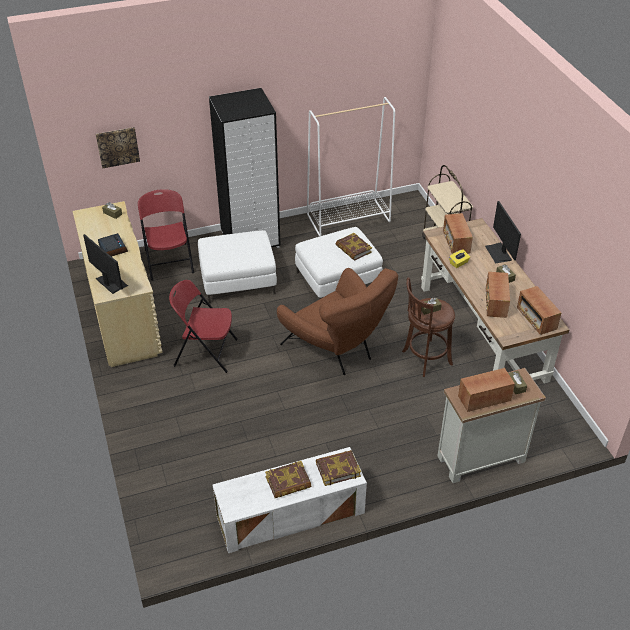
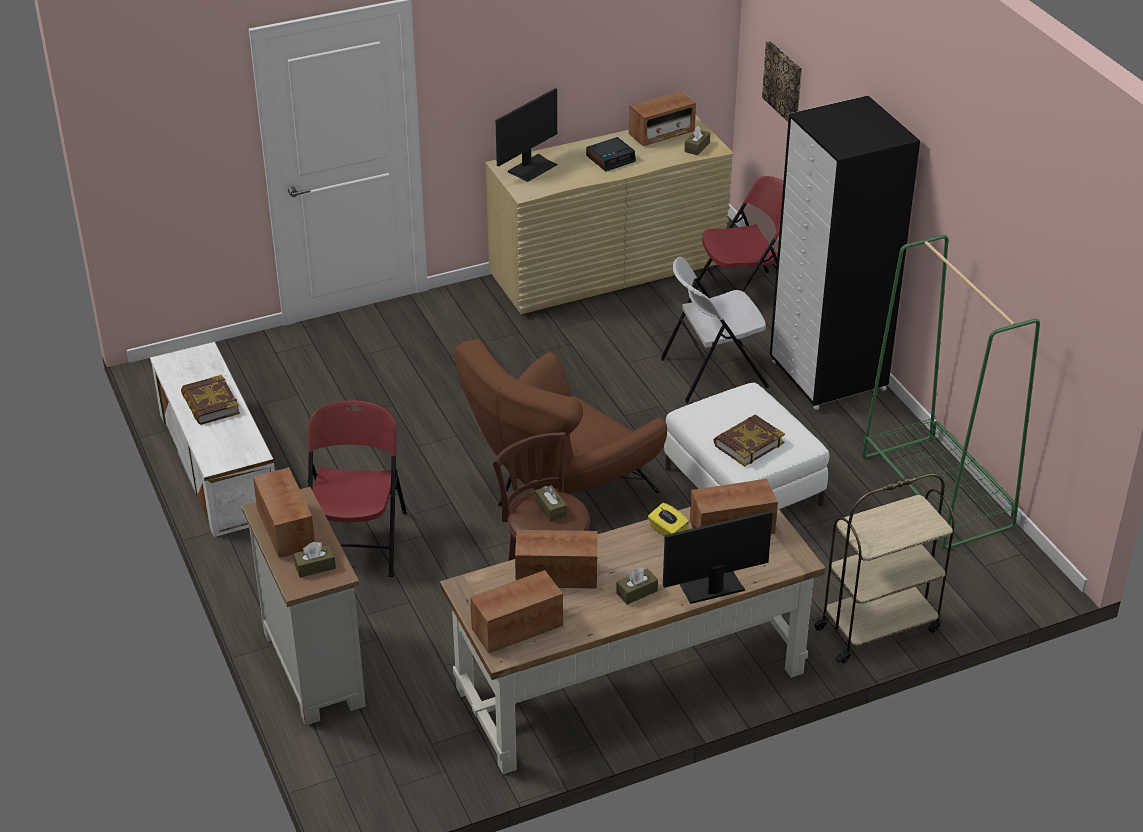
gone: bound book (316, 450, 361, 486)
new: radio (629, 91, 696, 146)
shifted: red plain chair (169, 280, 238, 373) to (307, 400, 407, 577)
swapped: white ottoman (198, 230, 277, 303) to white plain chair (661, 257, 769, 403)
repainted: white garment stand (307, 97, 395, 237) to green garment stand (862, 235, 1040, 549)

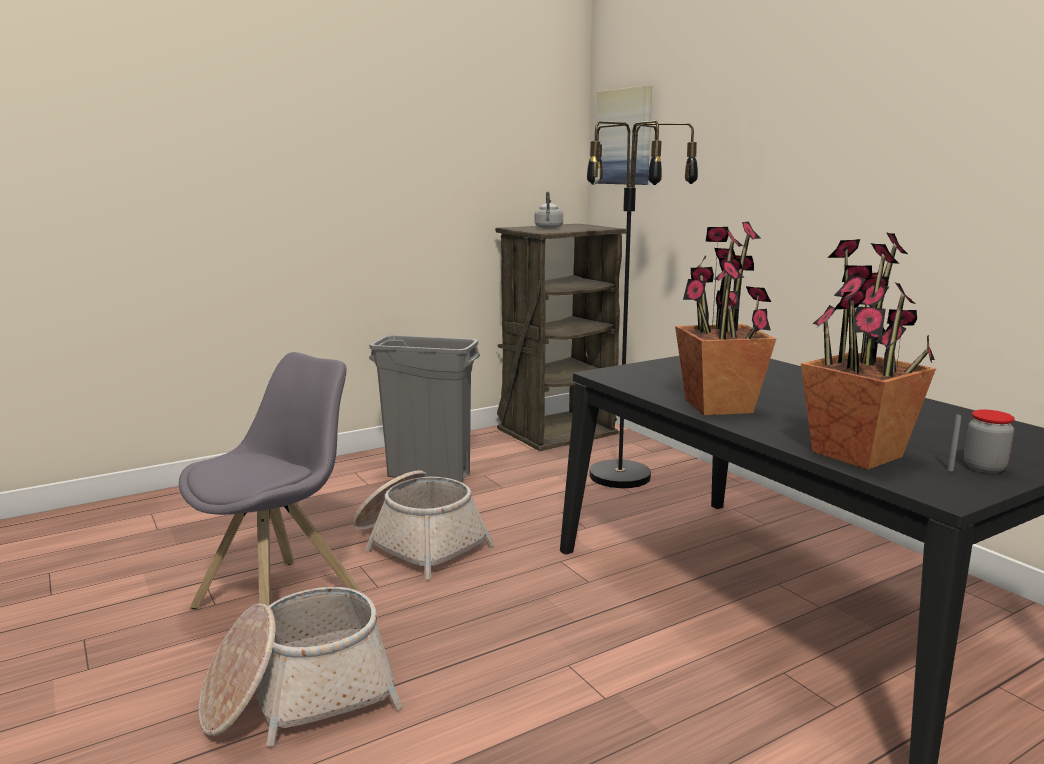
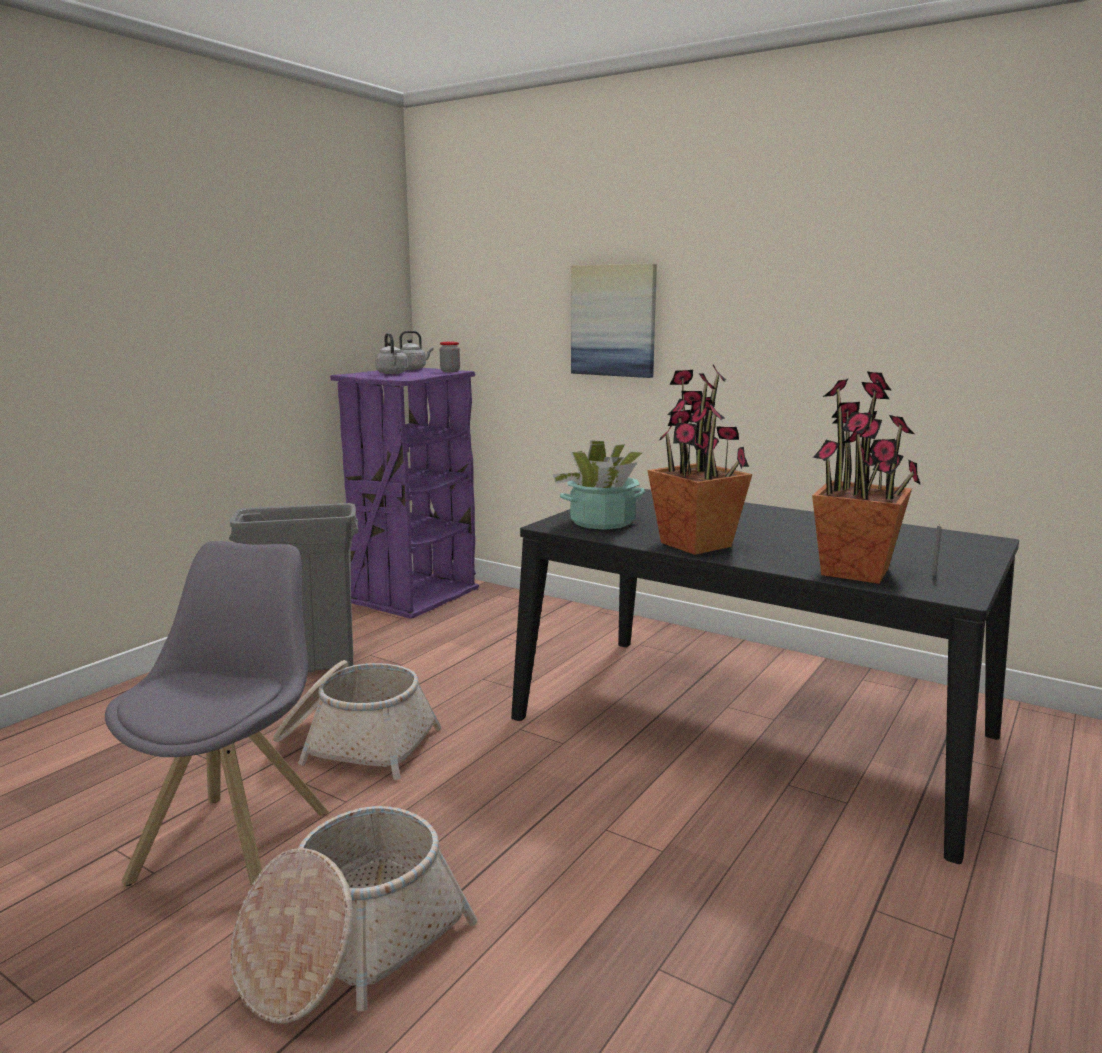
gone: floor lamp (587, 121, 698, 488)
new: greyish kettle (399, 331, 433, 370); houseplant (552, 440, 645, 530)
shifted: picture (595, 85, 652, 185) to (571, 264, 657, 378); storage jar (964, 410, 1015, 473) to (440, 342, 460, 372)
repainted: brownish shelving unit (495, 224, 626, 451) to purple-coloured shelving unit (330, 368, 479, 619)

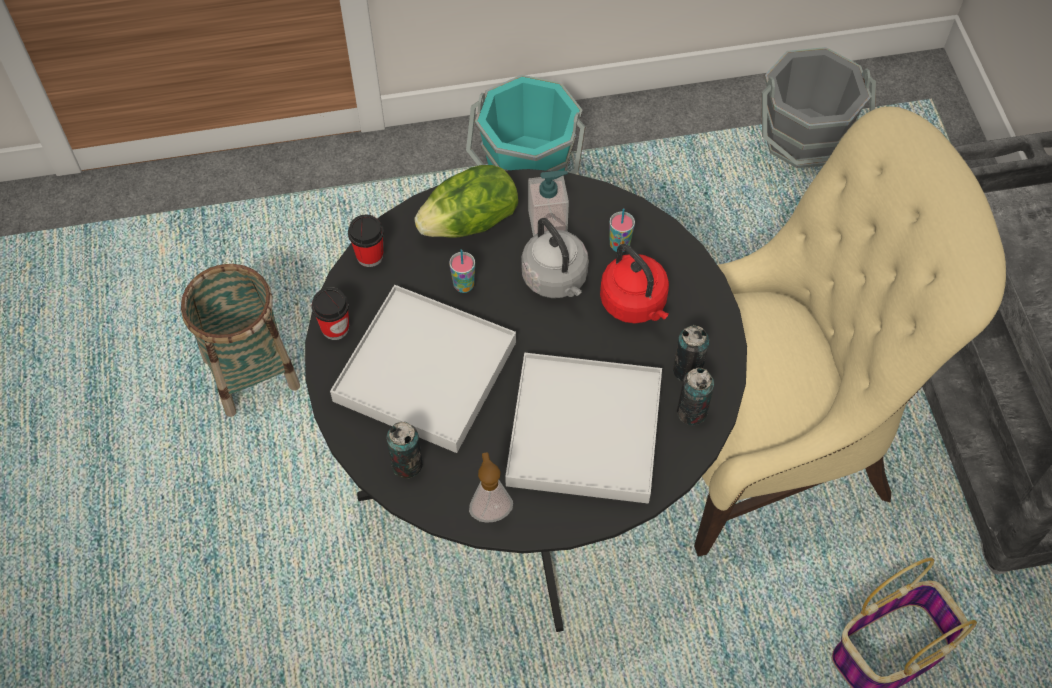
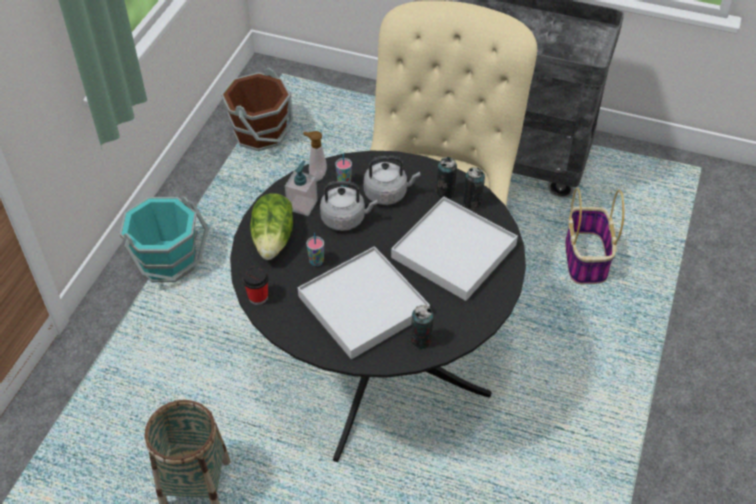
gone: cup (312, 287, 349, 340)
shifted: soap bottle (469, 453, 513, 523) to (303, 131, 327, 181)
repainted: greyish bucket (762, 47, 876, 168) to brownish bucket (221, 68, 293, 151); red kettle (600, 244, 669, 323) to greyish kettle (364, 156, 420, 205)

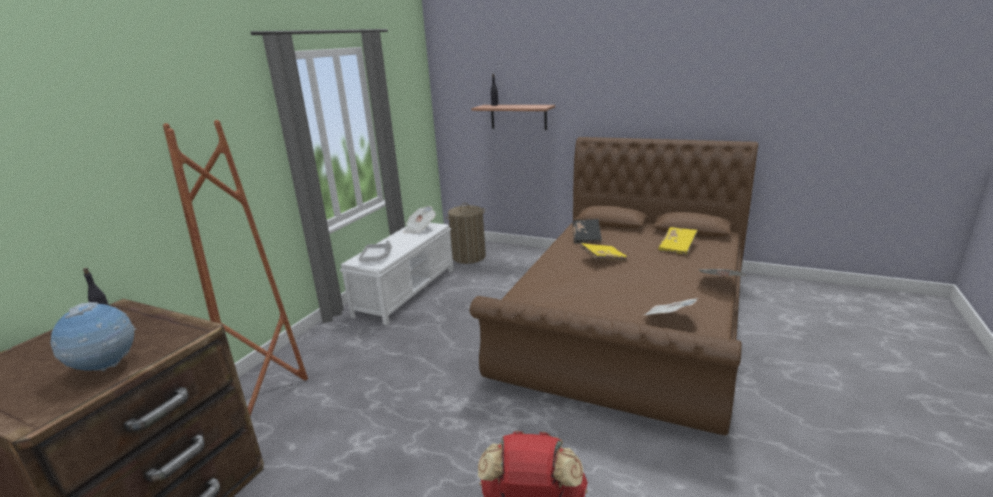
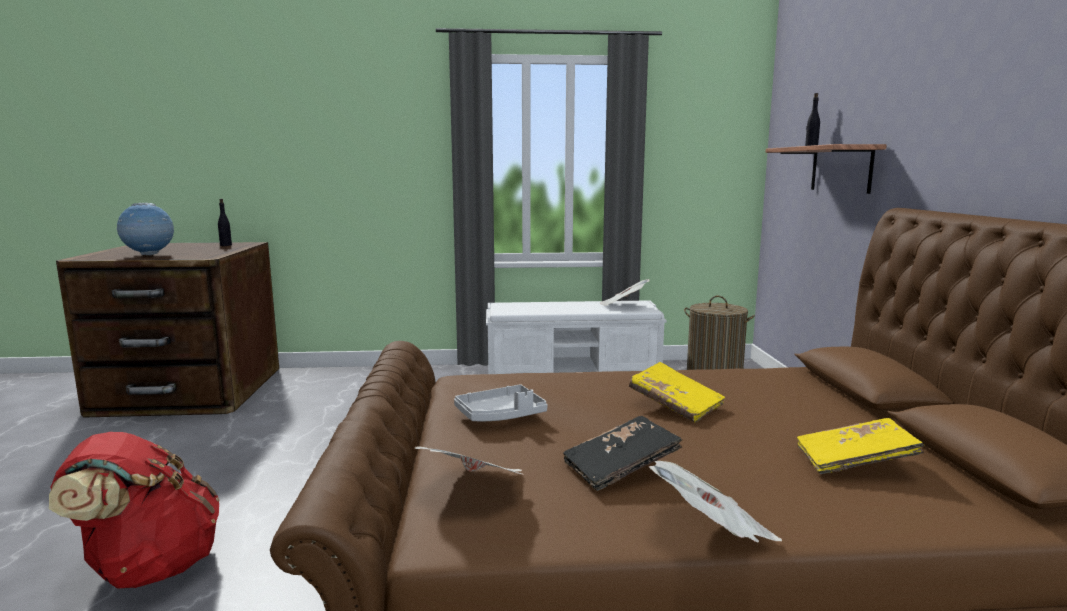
gone: brownish garment stand (163, 120, 308, 416)
shifted: black bound book (572, 219, 602, 244) to (563, 416, 682, 491); greyish serving tray (358, 240, 392, 262) to (454, 384, 548, 421)

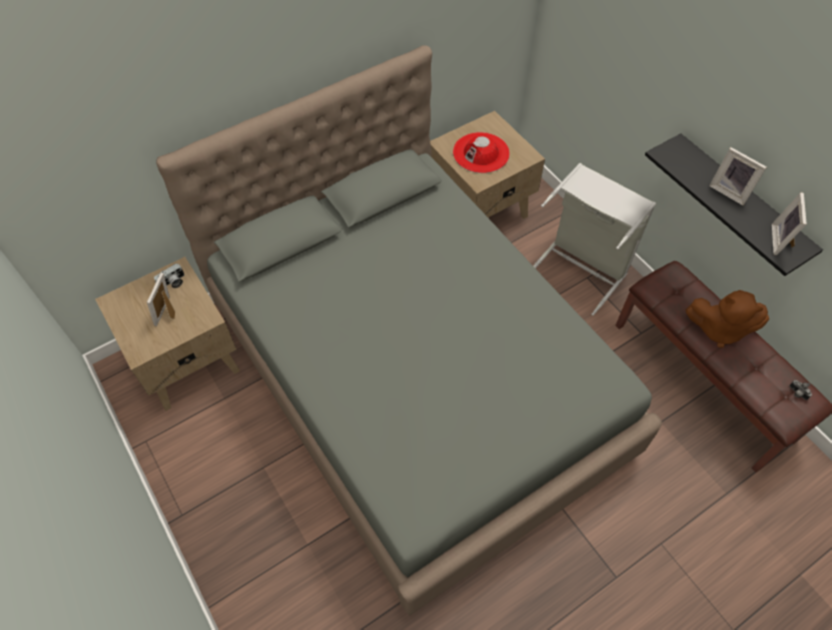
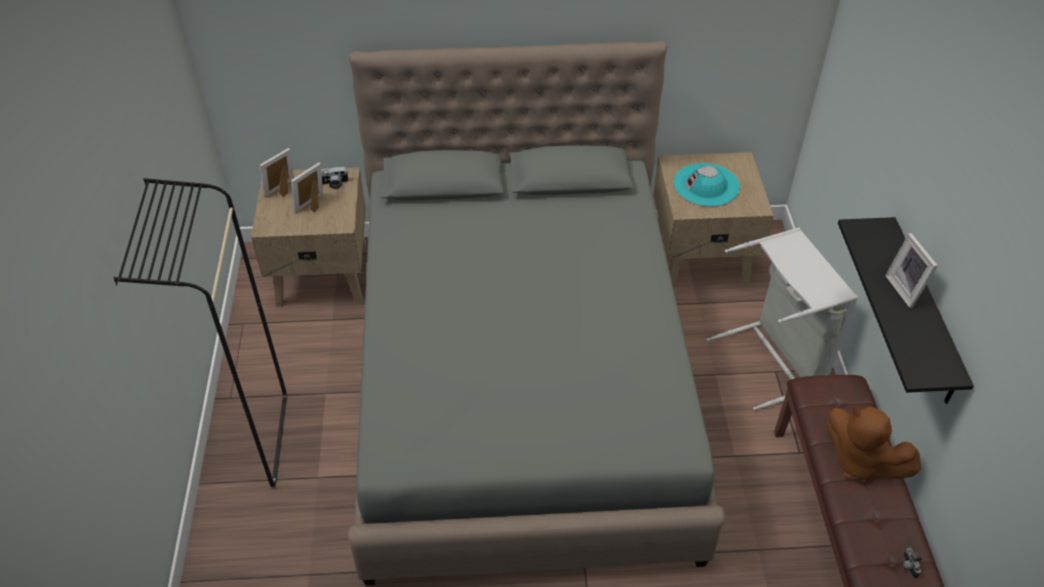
new: black garment stand (114, 178, 287, 487)
shifted: photo frame (772, 192, 807, 255) to (260, 148, 294, 197)
repainted: red hat (453, 132, 510, 173) to turquoise-coloured hat (674, 163, 740, 207)

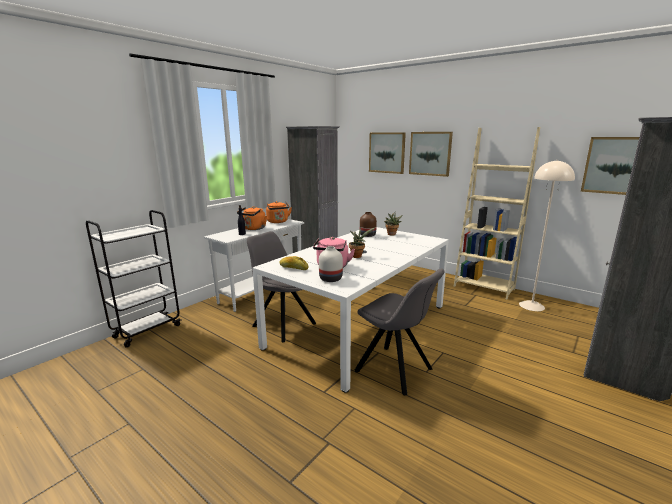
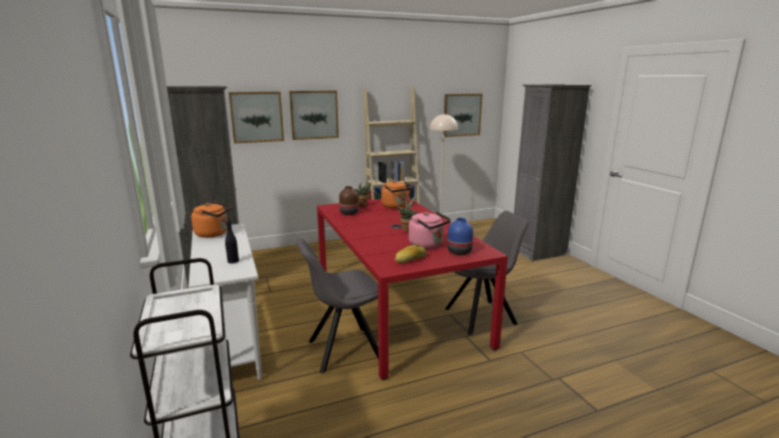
shifted: orange-coloured kettle (237, 206, 267, 230) to (381, 181, 413, 208)
repainted: white kitchen table (252, 227, 449, 393) to red kitchen table (317, 198, 508, 380); white decorative vase (319, 246, 343, 282) to blue-coloured decorative vase (447, 218, 473, 255)

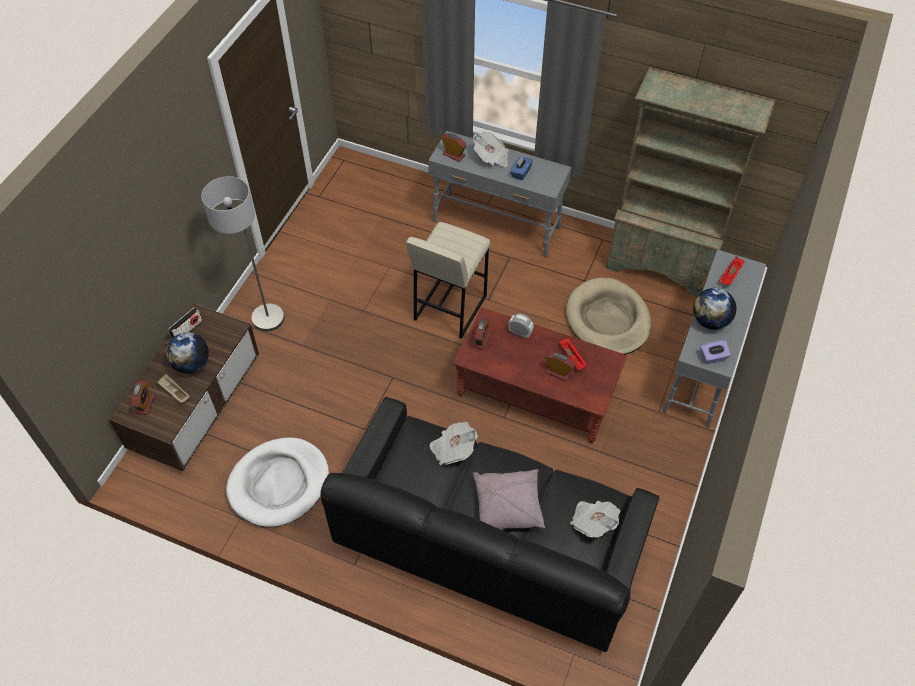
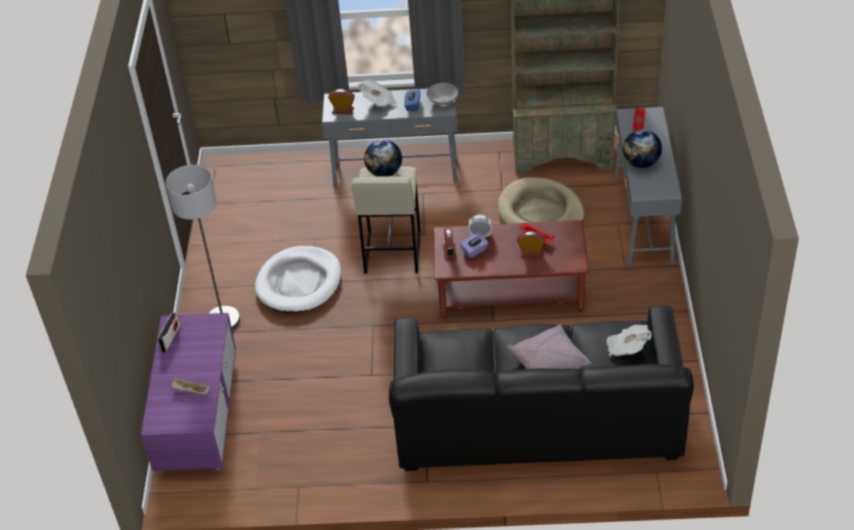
gone: table clock (131, 380, 155, 415); printed paper (429, 422, 478, 465)
new: greyish deep dish (427, 83, 458, 105)
shifted: desk globe (166, 332, 209, 374) to (364, 139, 402, 177); purple-coloured tissue box (700, 340, 731, 364) to (460, 233, 488, 258); white dog bed (226, 437, 329, 527) to (255, 246, 341, 313)
repainted: brownish tv stand (109, 303, 259, 471) to purple-coloured tv stand (141, 313, 236, 472)

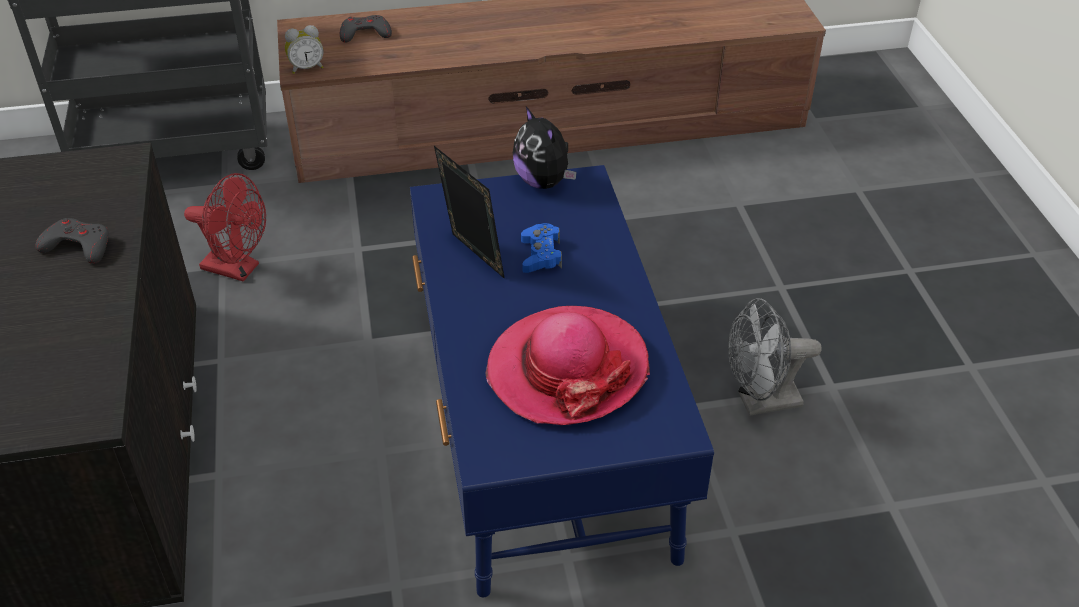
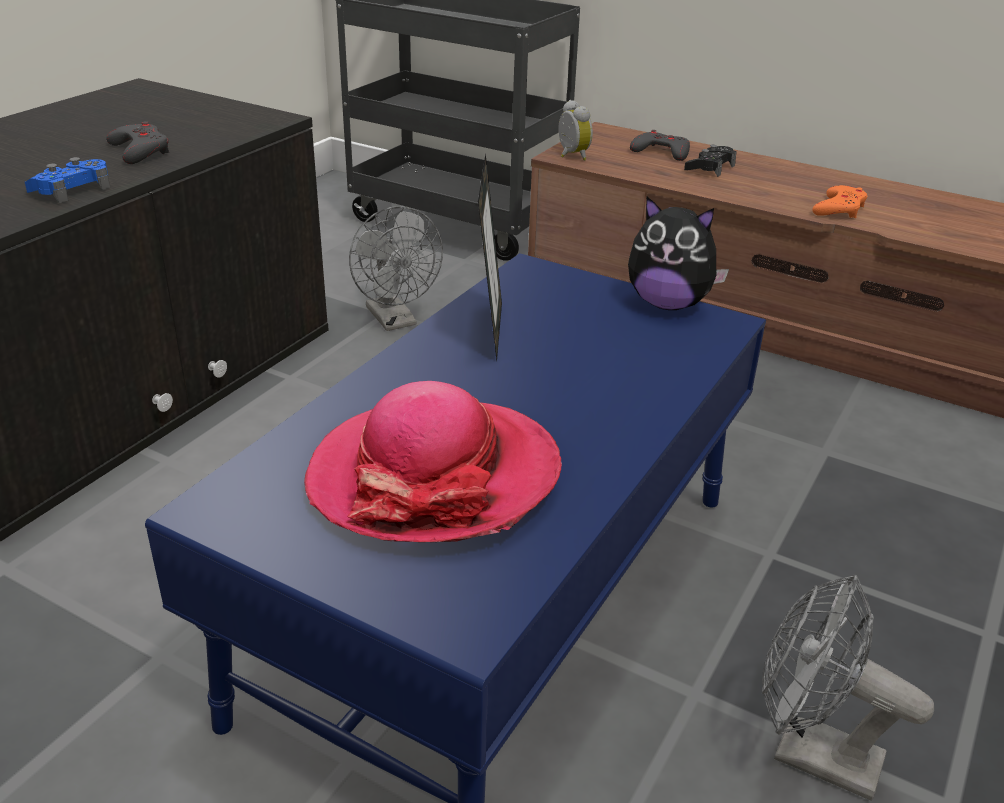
new: black game controller (684, 145, 737, 177); orange-coloured game controller (812, 185, 867, 218)
shifted: blue-coloured game controller (521, 223, 562, 273) to (25, 157, 110, 203)
repainted: red fan (184, 173, 266, 282) to greyish fan (349, 206, 443, 331)
rotated: table clock (285, 25, 323, 74) = (558, 100, 593, 161) 135 degrees counterclockwise; cuddly toy (513, 106, 577, 189) = (628, 197, 729, 310) 75 degrees counterclockwise

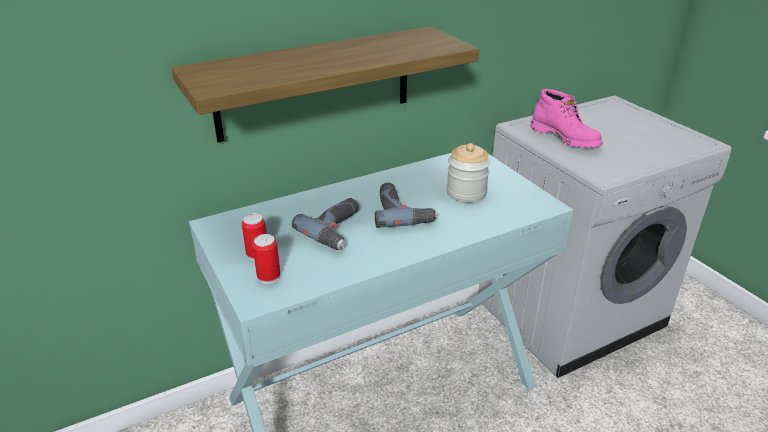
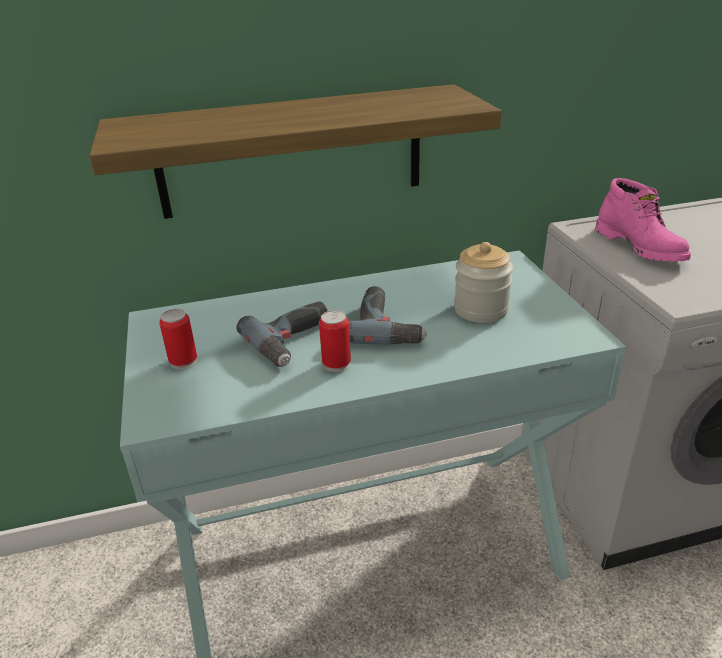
shifted: metal can (252, 234, 280, 284) to (319, 310, 351, 372)

